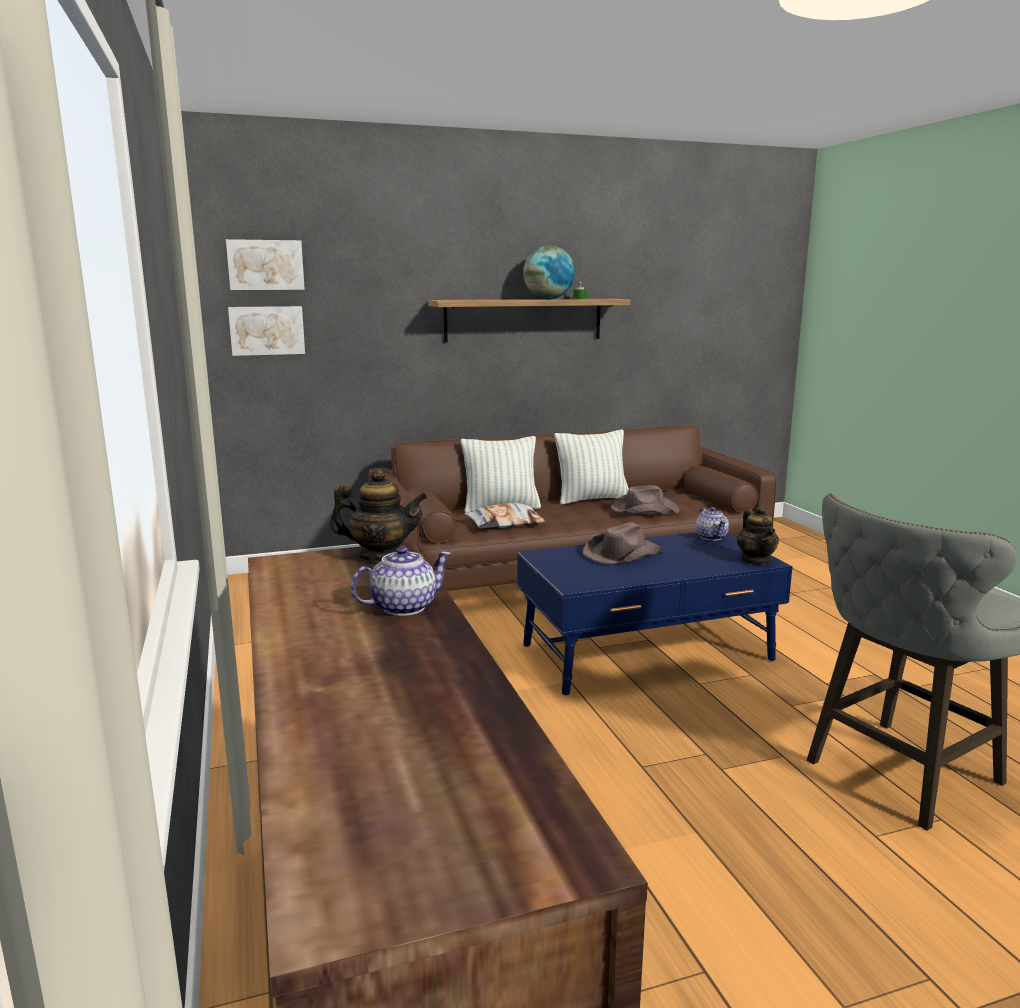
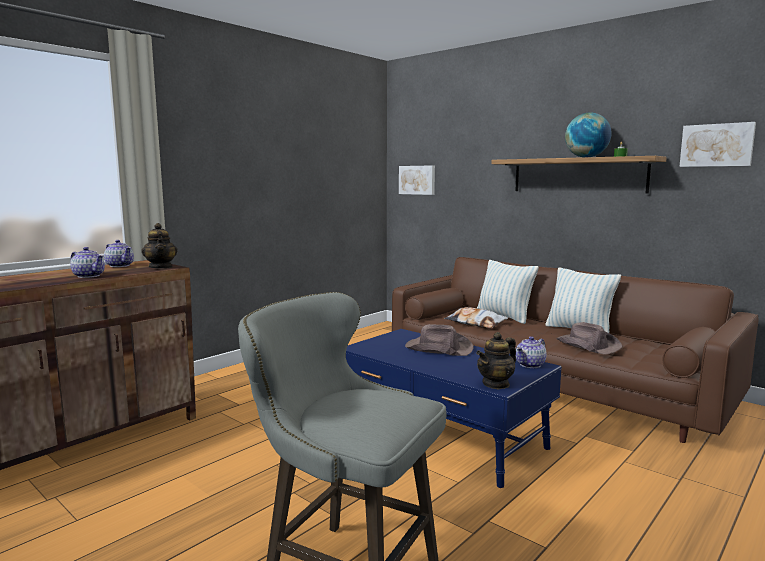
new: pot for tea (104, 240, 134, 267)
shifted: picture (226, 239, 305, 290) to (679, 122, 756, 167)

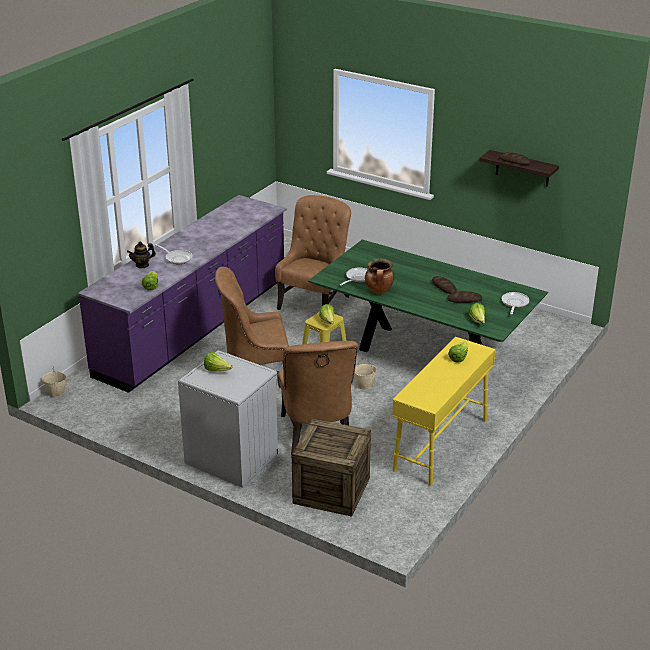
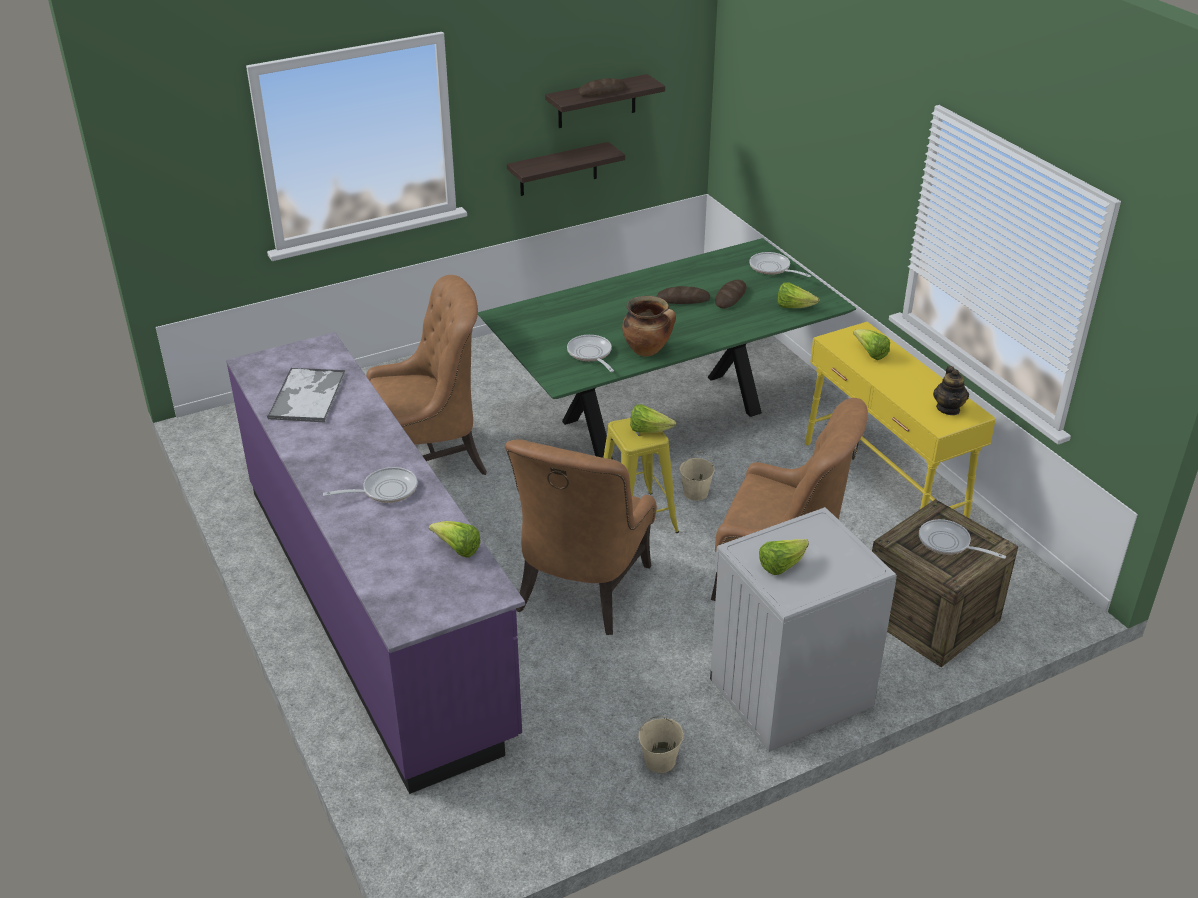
new: bracket shelf (507, 142, 625, 196); serving tray (267, 368, 346, 423); skillet (919, 519, 1006, 559)
shifted: pot for tea (127, 242, 156, 269) to (933, 366, 969, 415); beige bucket (42, 367, 67, 398) to (638, 716, 683, 773)
rotated: brownish plain chair (275, 195, 351, 310) = (366, 275, 487, 475) 105 degrees clockwise

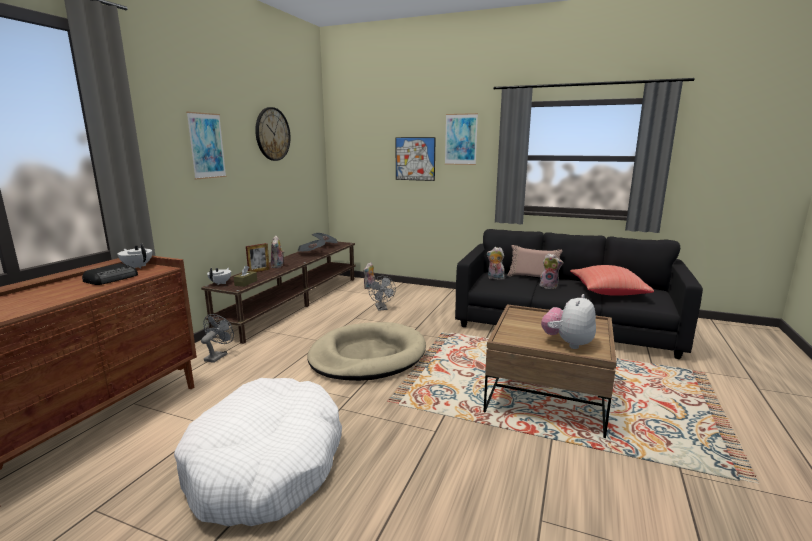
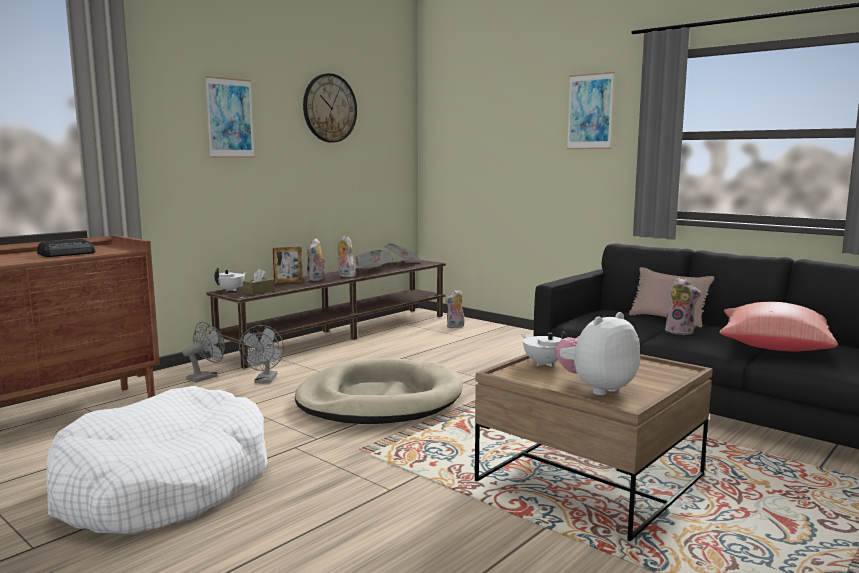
gone: picture (396, 137, 436, 181)
shifted: white pot for tea (118, 243, 152, 268) to (521, 331, 567, 367); cuddly toy (487, 247, 505, 280) to (337, 236, 356, 277); greyish fan (369, 276, 396, 311) to (239, 325, 284, 383)

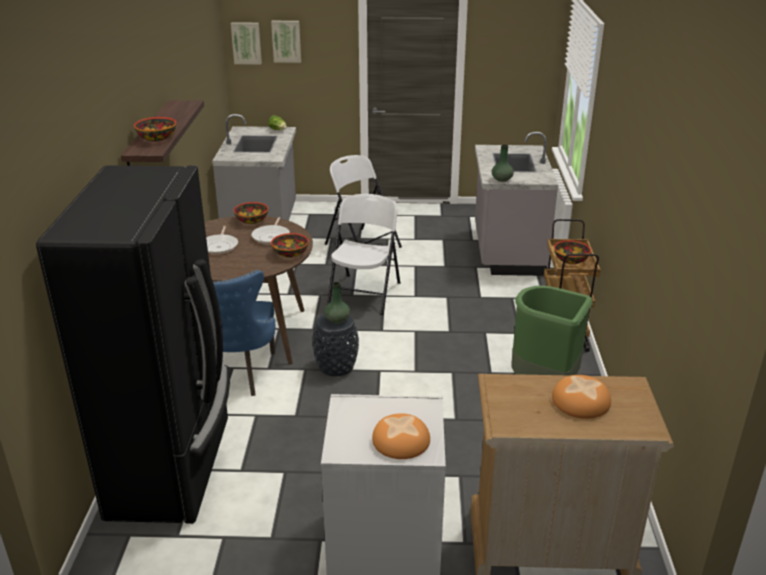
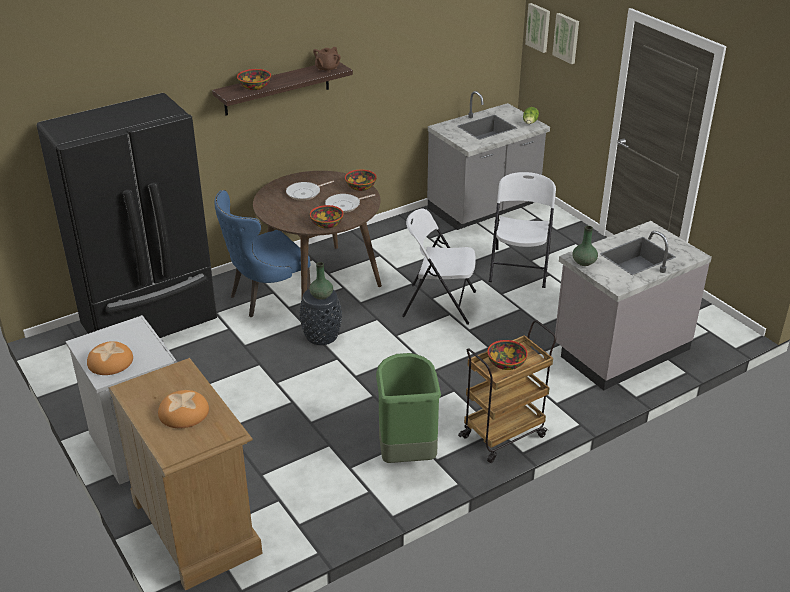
new: brownish pot for tea (313, 47, 341, 73)
rotated: white plain chair (327, 194, 401, 315) = (402, 209, 476, 325) 150 degrees counterclockwise

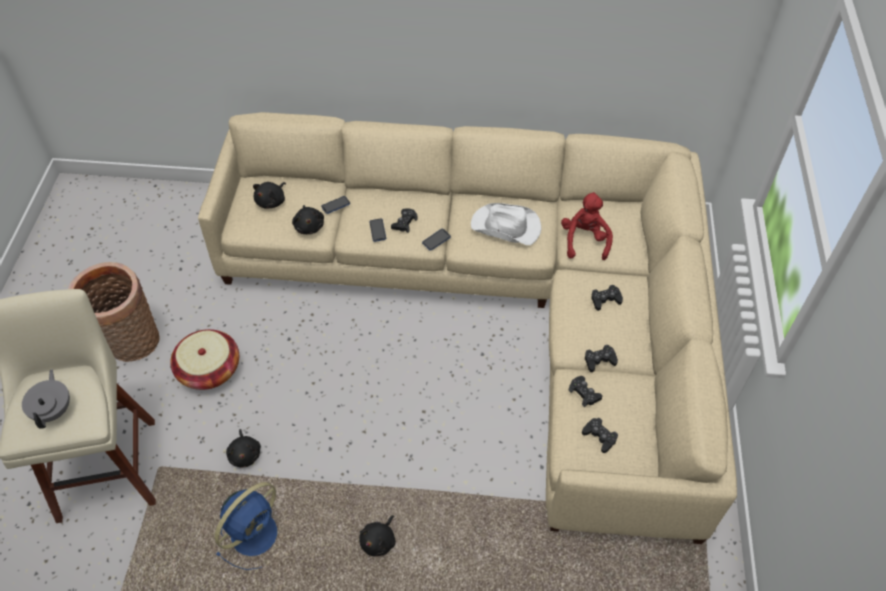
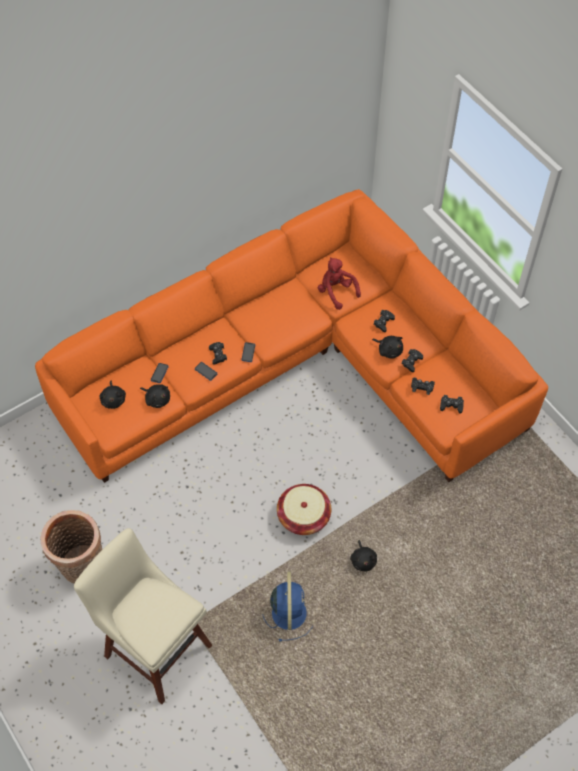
gone: white hat (471, 203, 541, 245); greyish pot for tea (22, 369, 70, 429)
shifted: household basket (170, 329, 239, 390) to (277, 484, 331, 535); black cuddly toy (226, 429, 261, 467) to (372, 336, 403, 358)
repainted: beige sofa (198, 112, 737, 544) to orange-coloured sofa (35, 189, 548, 483)

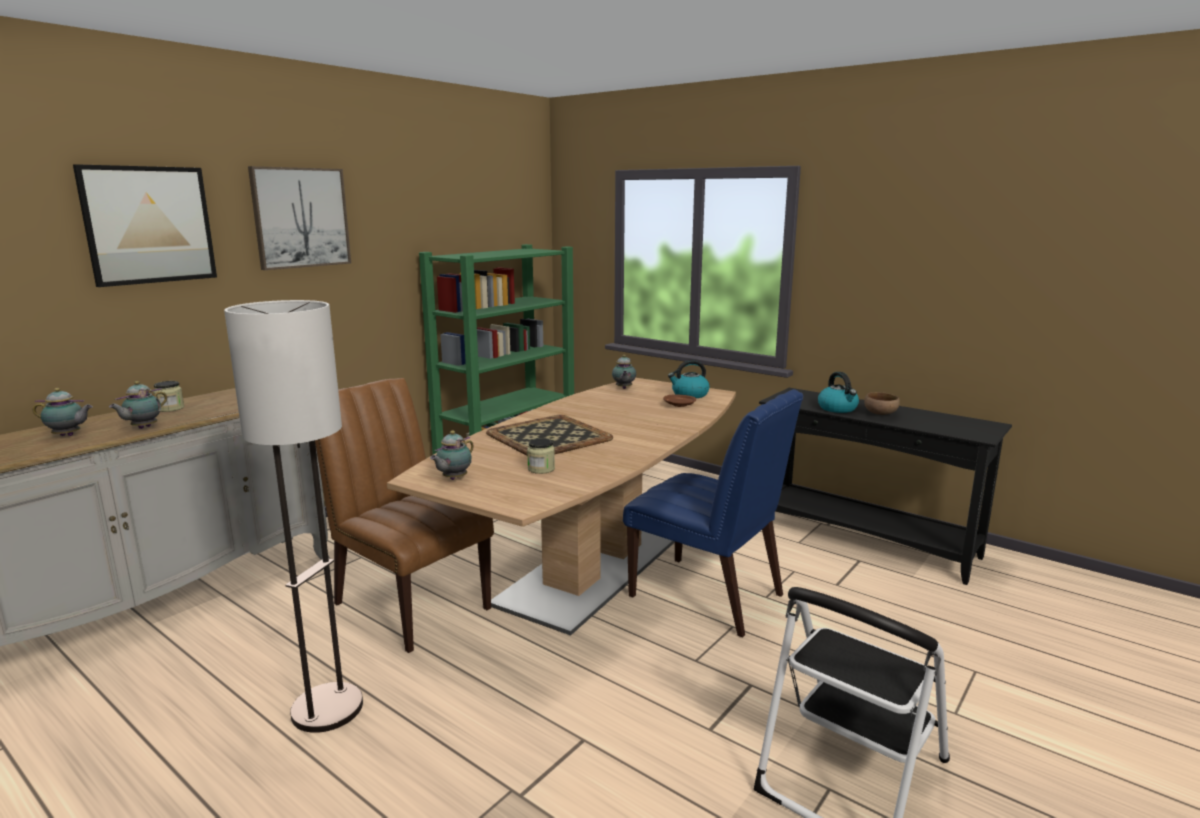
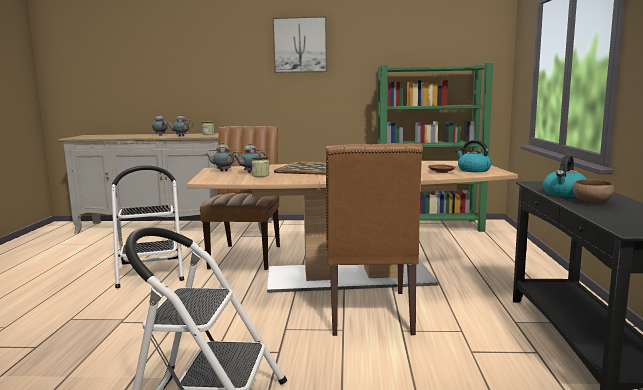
gone: picture (73, 164, 217, 287)
shifted: pot for tea (612, 355, 636, 389) to (234, 143, 266, 173)
swapped: floor lamp (224, 300, 363, 733) to step stool (112, 165, 184, 288)
repainted: blue-coloured plain chair (623, 389, 803, 637) to brownish plain chair (325, 143, 423, 336)

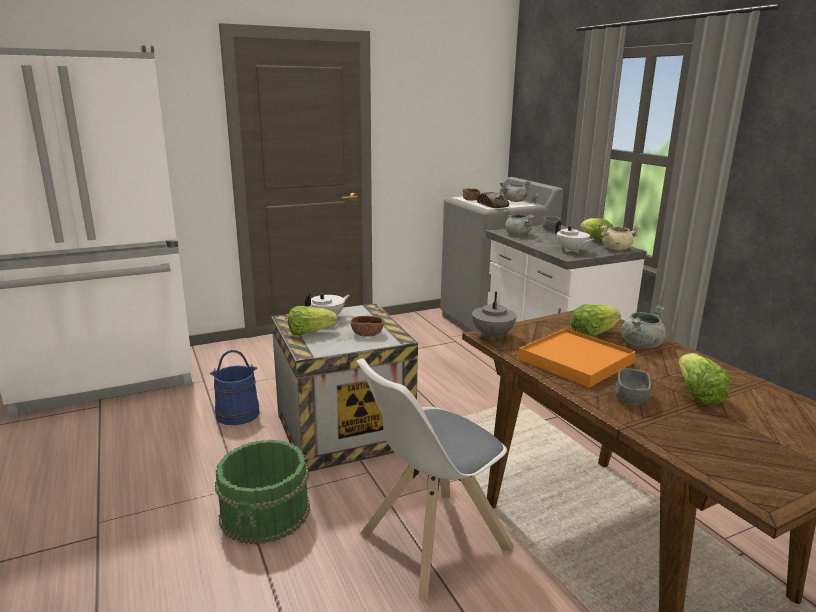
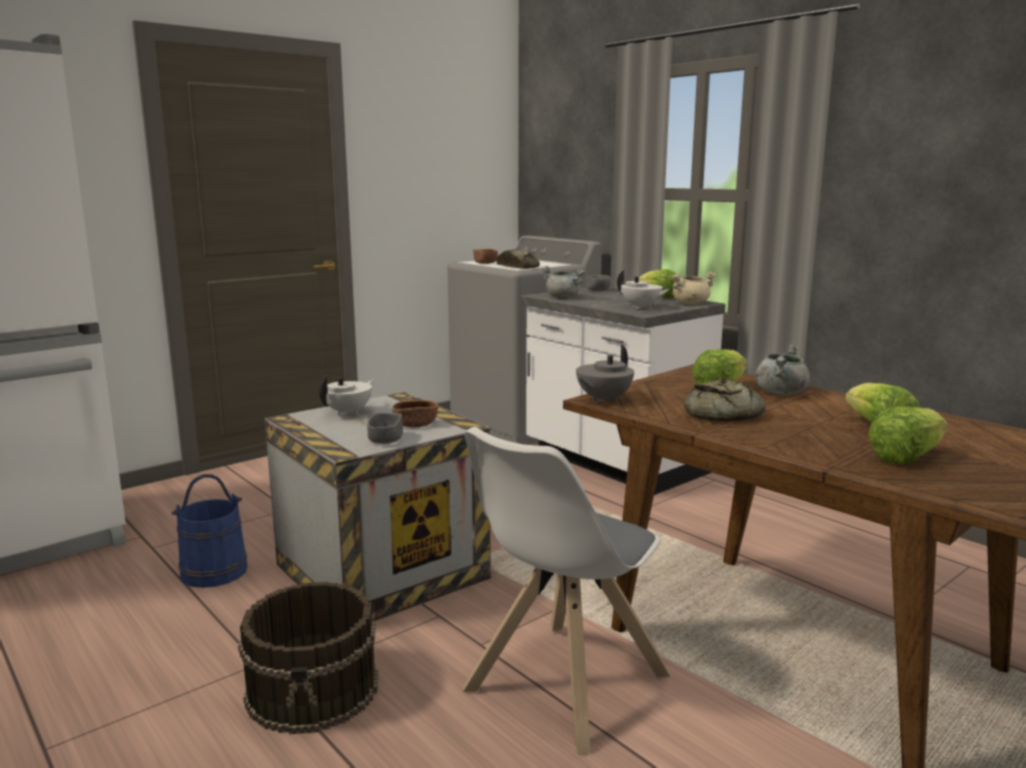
gone: greyish cooking pot (499, 180, 531, 202)
shifted: head of lettuce (288, 306, 338, 335) to (868, 406, 948, 464); greyish deep dish (615, 368, 651, 404) to (367, 413, 403, 444)
swapped: orange-coloured serving tray (518, 328, 636, 388) to bakery bread (684, 378, 765, 421)
repainted: green bucket (215, 440, 310, 545) to brownish bucket (238, 582, 378, 734)
rotated: greyish pot for tea (472, 292, 517, 340) = (576, 345, 634, 403) 45 degrees clockwise

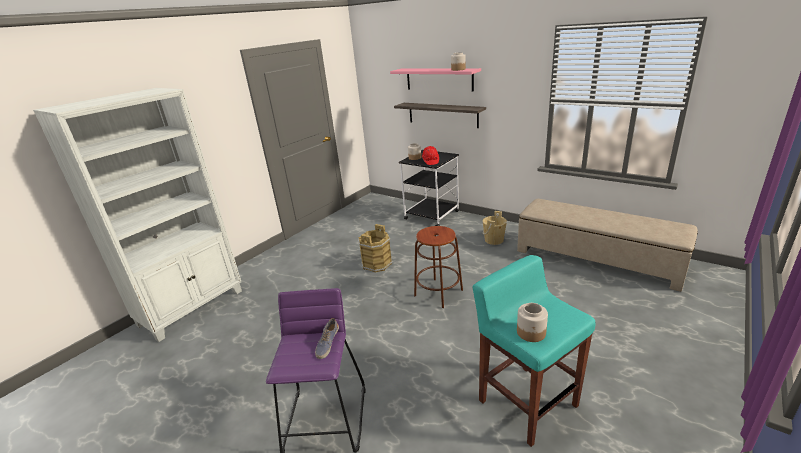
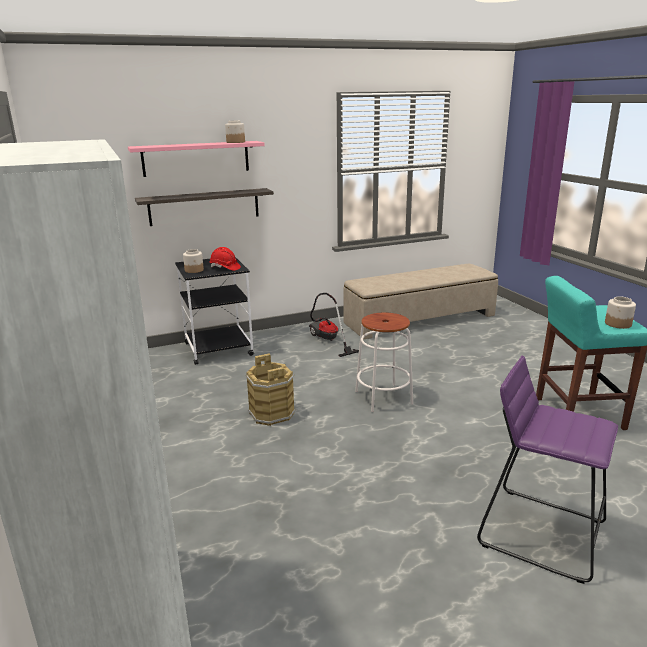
gone: low shoe (315, 318, 339, 359)
swapped: beige bucket (483, 211, 507, 245) to vacuum (309, 293, 359, 357)
repainted: brownish stool (414, 226, 463, 308) to white stool (355, 313, 413, 412)

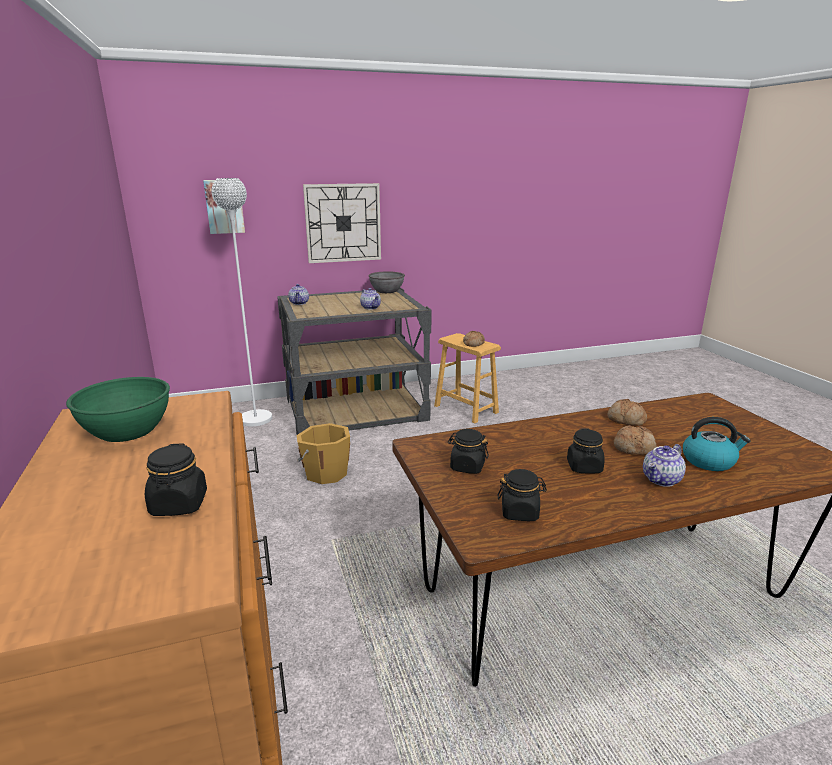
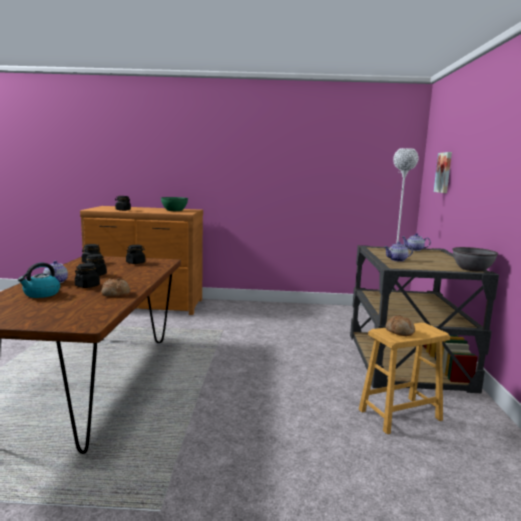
gone: wall clock (303, 183, 381, 263); orange-coloured bucket (296, 423, 350, 484)
swapped: bakery bread (614, 425, 657, 455) to black storage jar (75, 263, 100, 288)

